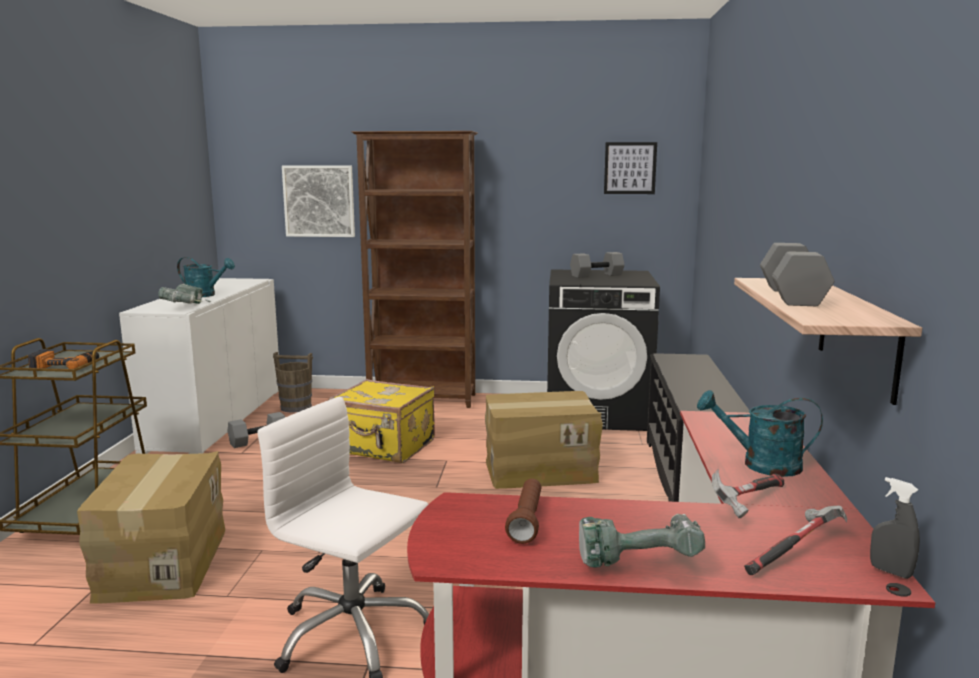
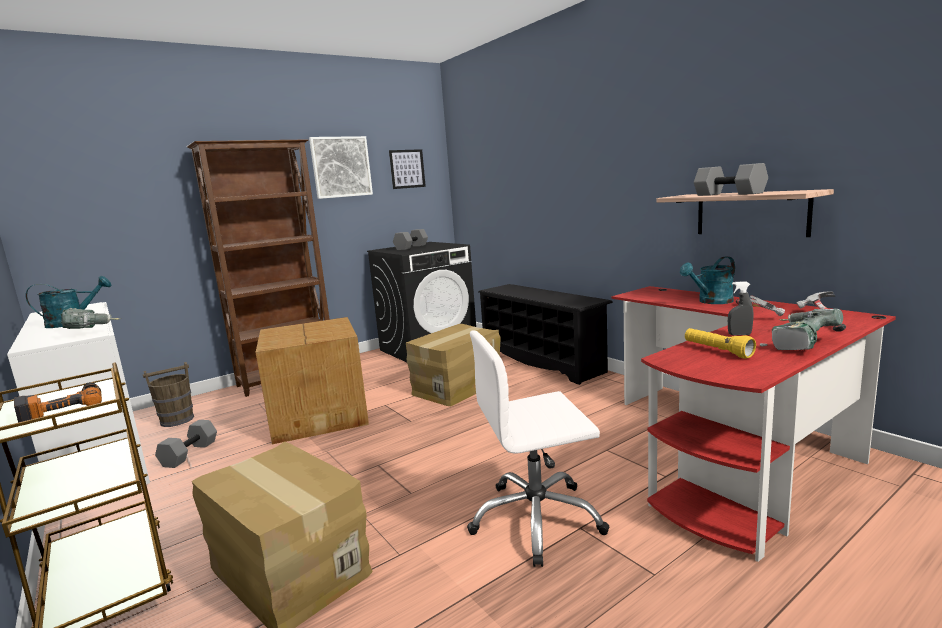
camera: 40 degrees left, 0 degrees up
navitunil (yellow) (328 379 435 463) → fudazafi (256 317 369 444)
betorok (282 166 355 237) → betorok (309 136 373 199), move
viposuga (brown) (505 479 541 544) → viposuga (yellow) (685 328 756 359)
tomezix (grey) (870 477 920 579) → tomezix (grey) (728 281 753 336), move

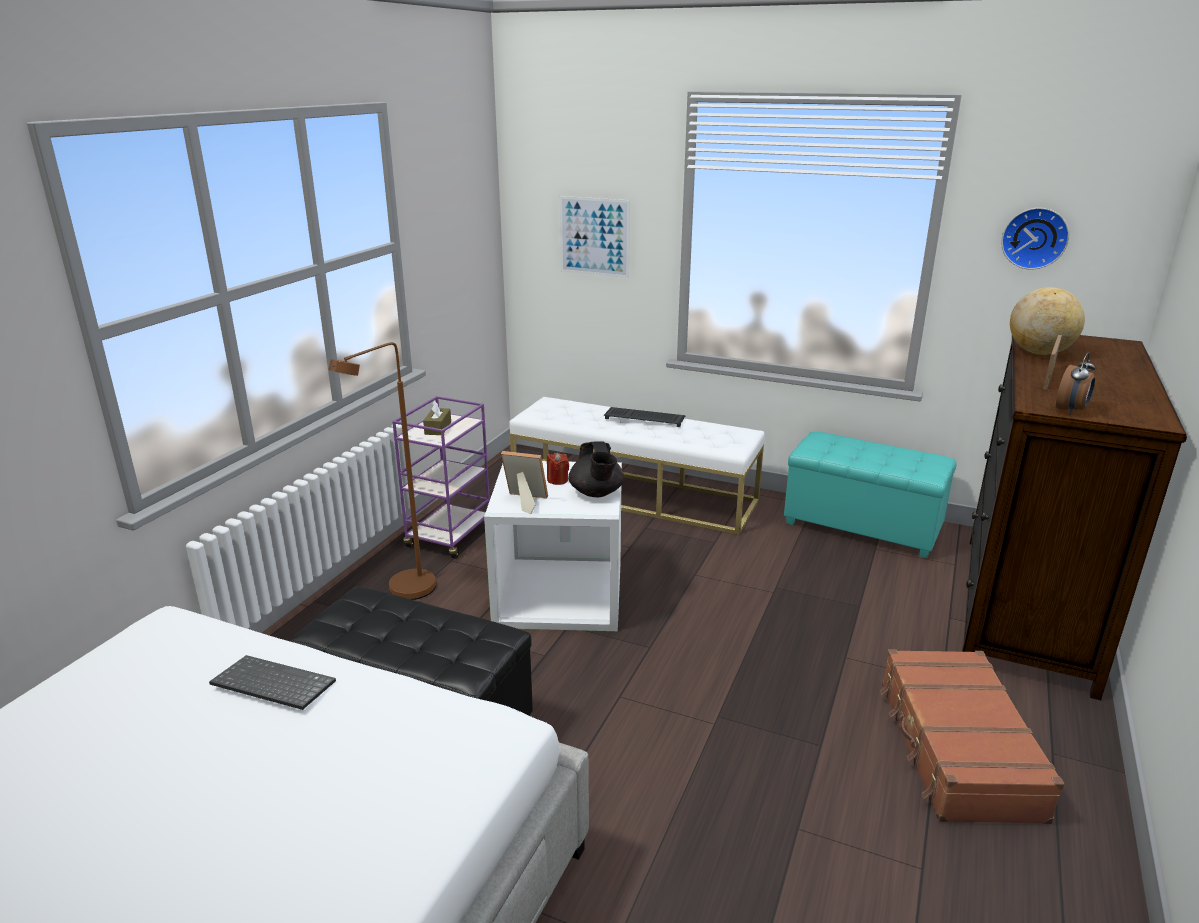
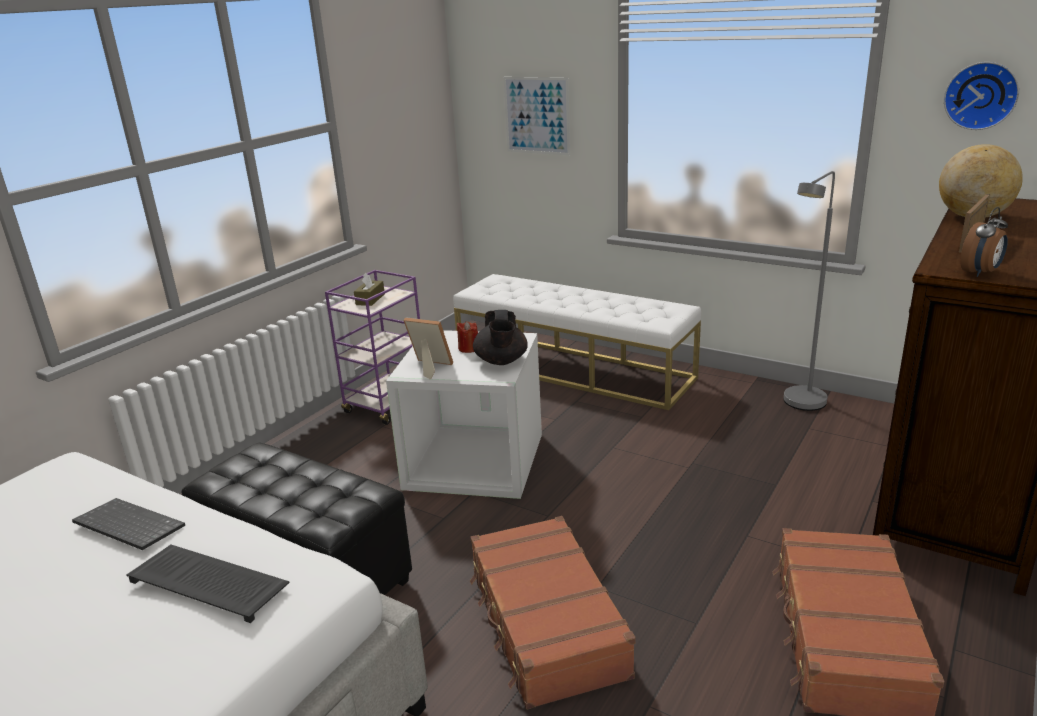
camera: 10 degrees right, 0 degrees up
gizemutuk (604 407 686 427) → gizemutuk (127 545 290 623), move
- → navitunil (brown) (470 516 636 709)
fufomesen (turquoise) (784 432 956 558) → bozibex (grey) (784 171 835 411)
bozibex (brown) (329 342 436 600) → -

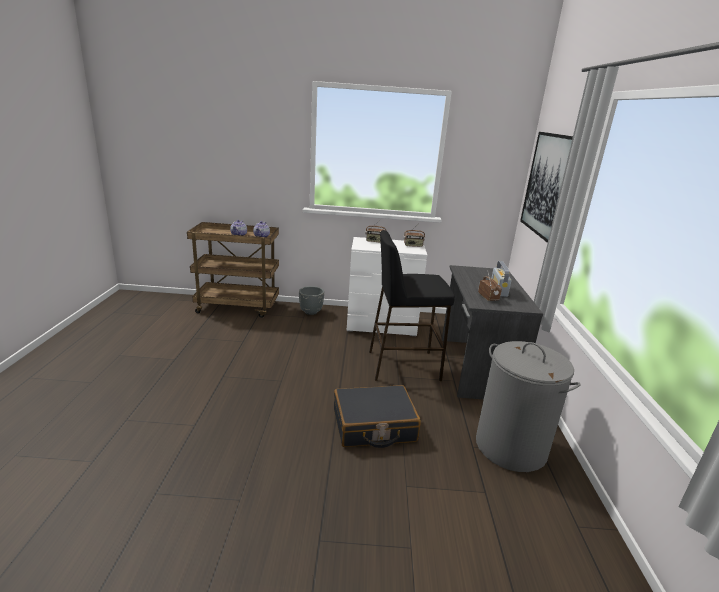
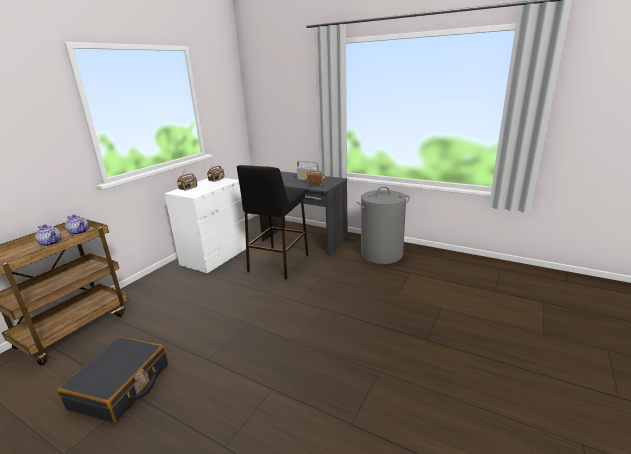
camera: 60 degrees left, 0 degrees up
navitunil (black) (334 385 421 448) → navitunil (black) (57 337 168 423), move
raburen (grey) (299 286 324 315) → -
betorok (520 132 573 243) → -

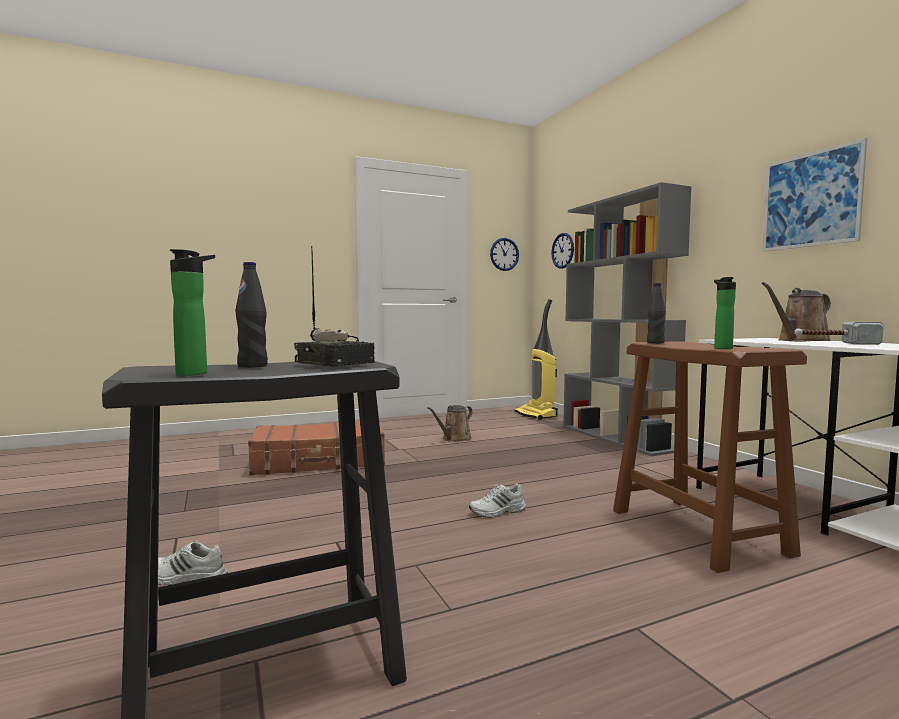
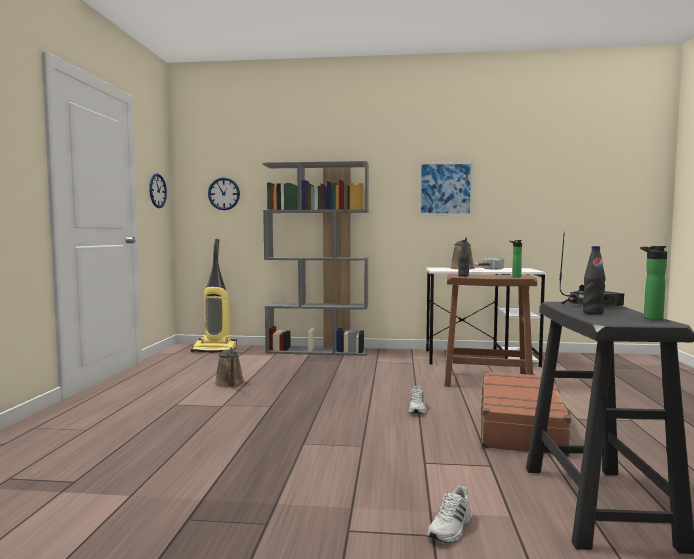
camera: 60 degrees left, 0 degrees up
navitunil (brown) (248 421 385 476) → navitunil (brown) (481 371 575 457), move

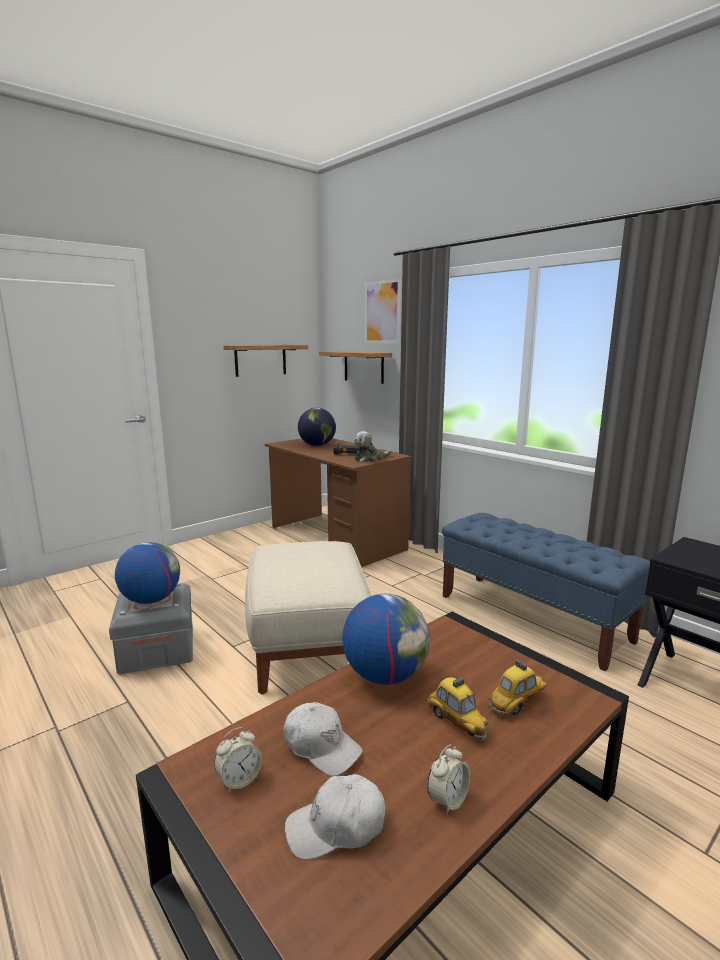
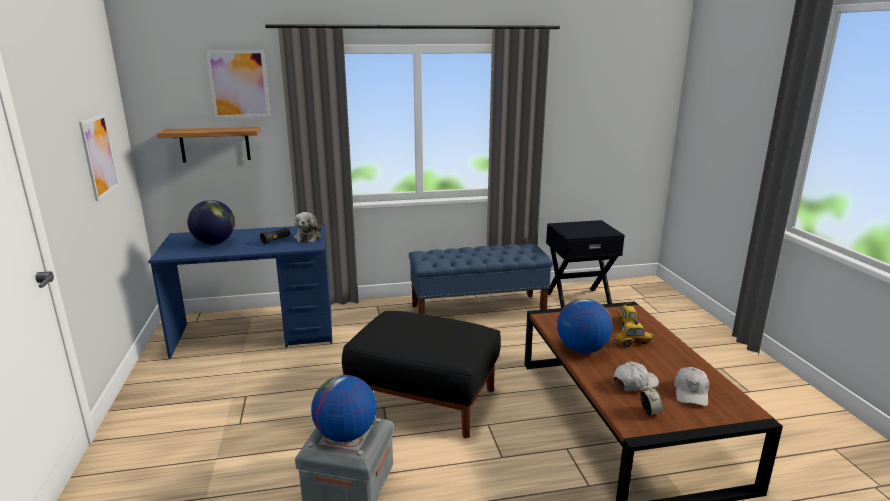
camera: 60 degrees left, 5 degrees up
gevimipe (224 345 308 377) → betorok (79 114 119 201)
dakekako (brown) (265 438 412 567) → dakekako (blue) (148 225 332 359)
fufomesen (beige) (245 541 372 694) → fufomesen (black) (342 311 501 438)
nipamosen (427 744 470 815) → -

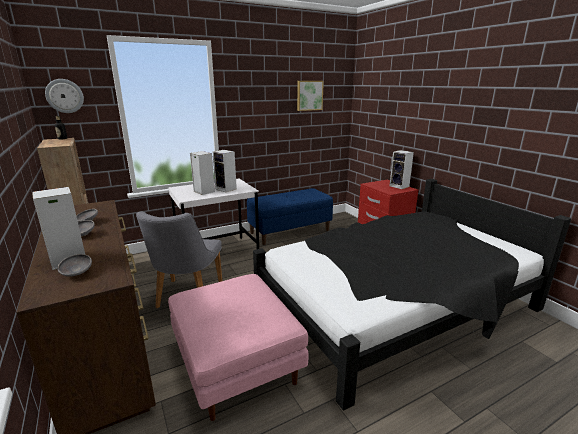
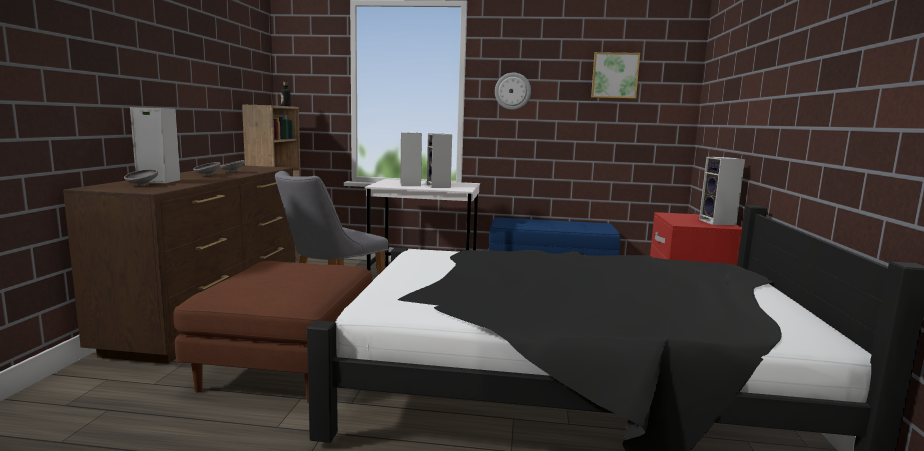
camera: 35 degrees right, 10 degrees down
fufomesen (pink) (168 274 308 421) → fufomesen (brown) (173 261 372 403)
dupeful (45 79 84 113) → dupeful (495 72 531 110), move

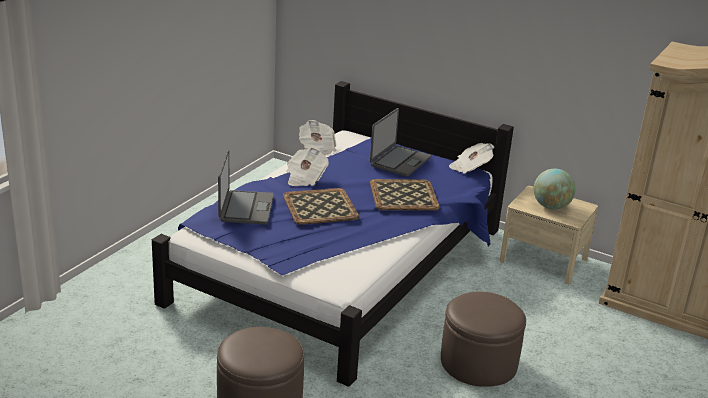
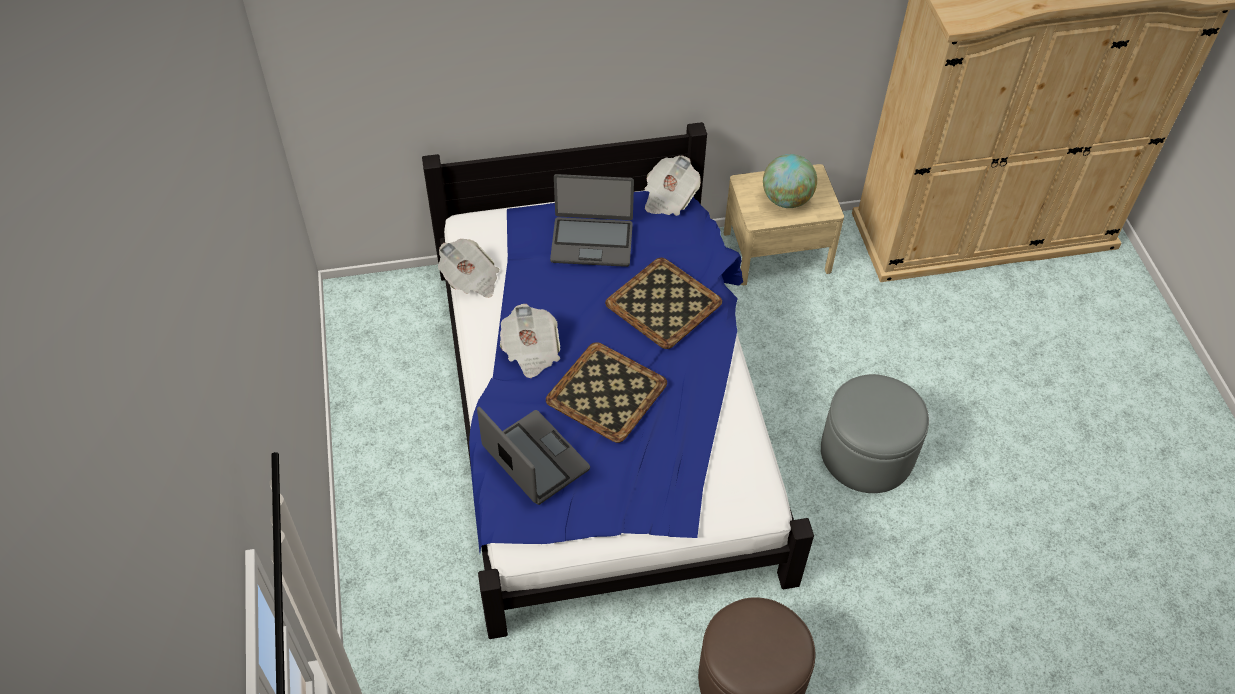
camera: 40 degrees left, 25 degrees up
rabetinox (370 108 431 177) → rabetinox (550 174 634 267), 105 degrees clockwise
fufomesen (brown) (441 292 526 387) → fufomesen (grey) (821 374 929 493)

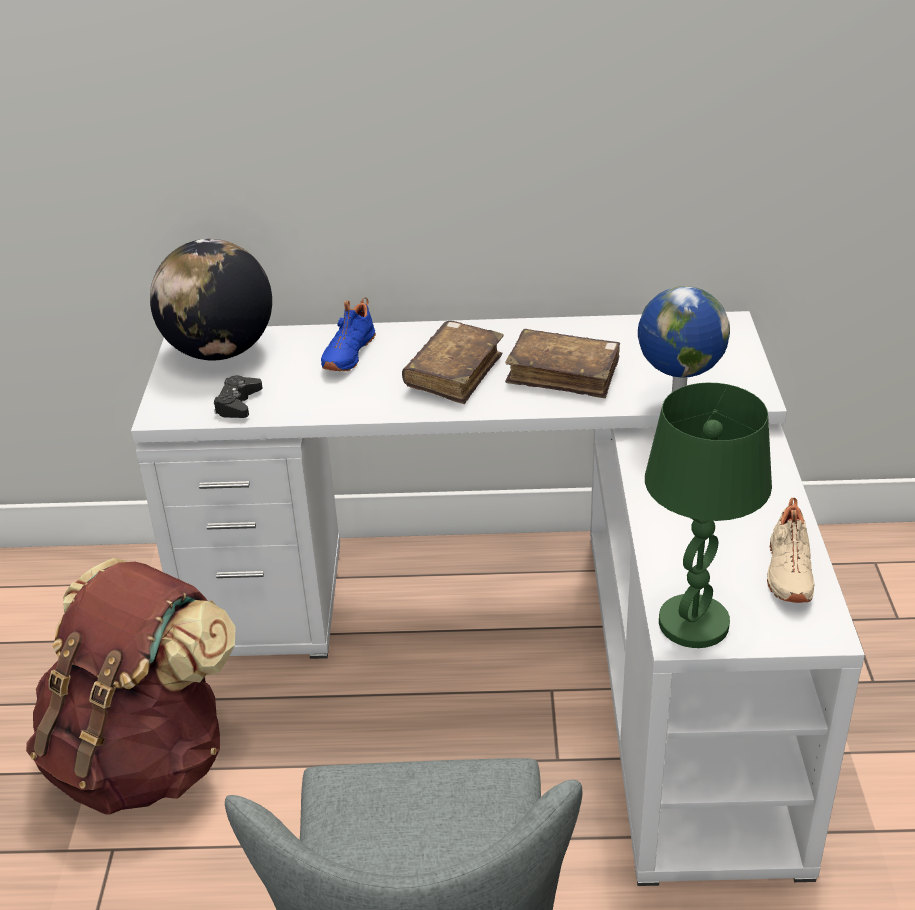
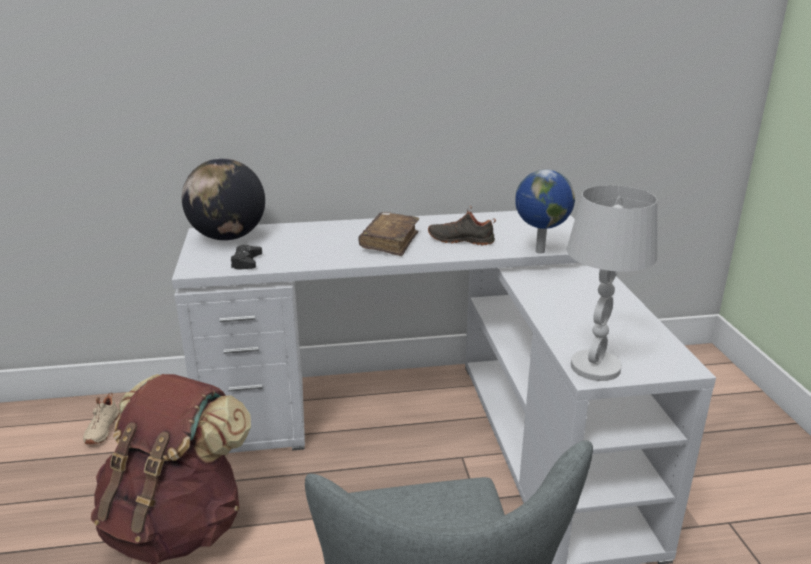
camera: 10 degrees left, 10 degrees down
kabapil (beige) (767 498 814 603) → kabapil (beige) (83 392 120 444), move
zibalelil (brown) (505 329 620 398) → kabapil (black) (428 206 496 246)
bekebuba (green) (645 383 772 648) → bekebuba (white) (567 185 657 381)
kabapil (blue) (321 298 376 371) → -

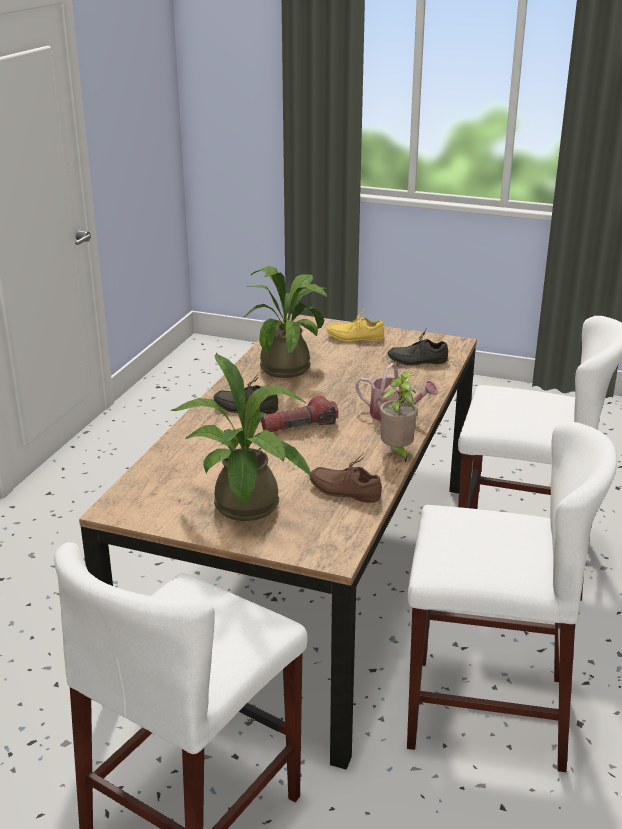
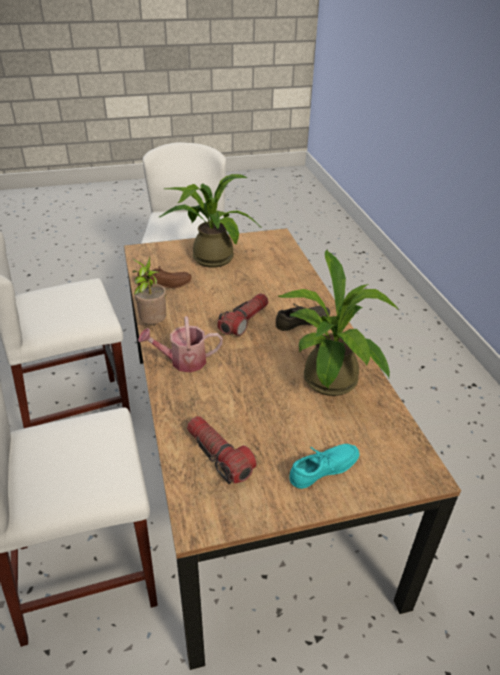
camera: 145 degrees right, 10 degrees up
kabapil (grey) (388 328 448 366) → viposuga (187 416 256 484)
kabapil (yellow) (327 307 384 342) → kabapil (turquoise) (289 444 359 489)

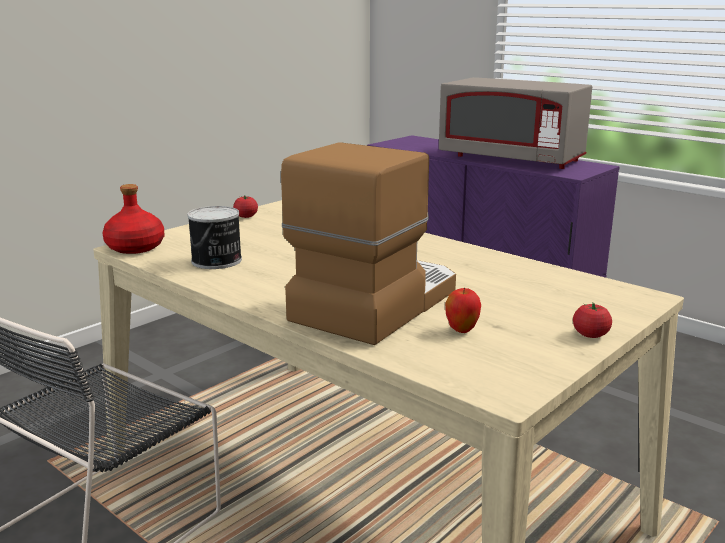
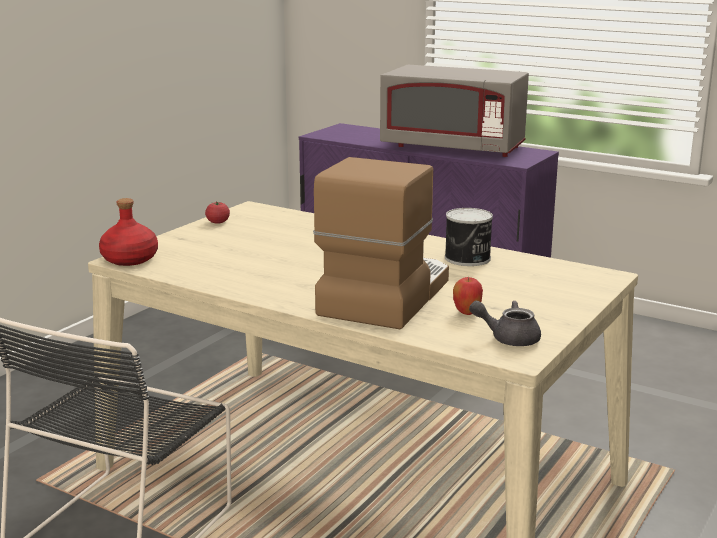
camera: 10 degrees left, 0 degrees up
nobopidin (187 206 242 269) → nobopidin (445 208 493 266), move
- → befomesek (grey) (469 301 541 346)
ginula (573 303 612 338) → -

